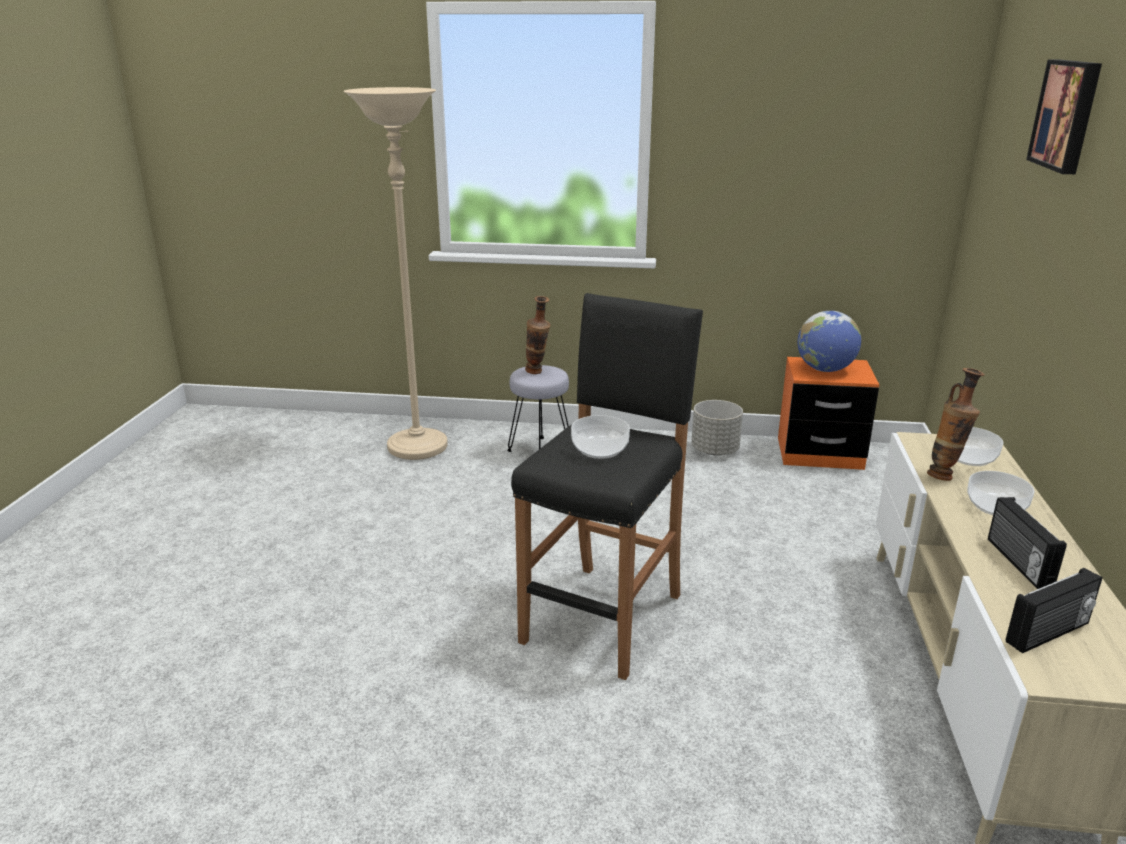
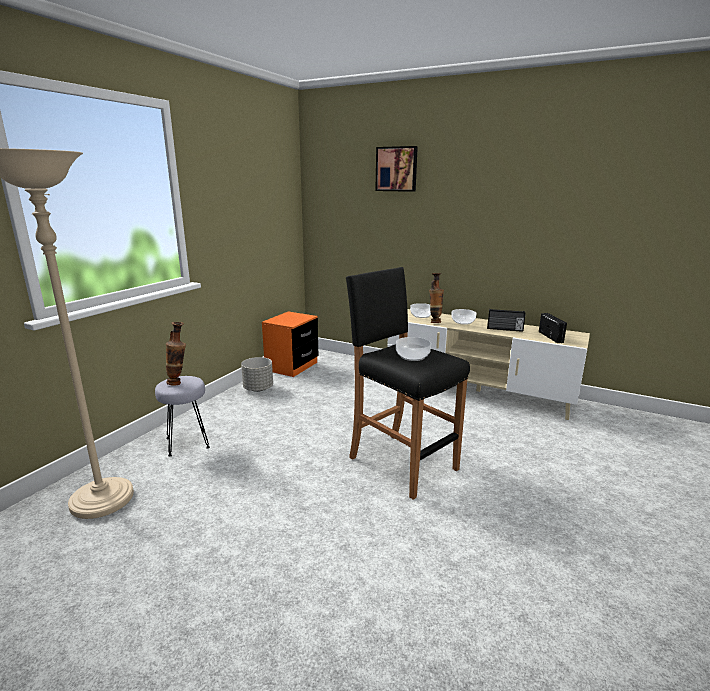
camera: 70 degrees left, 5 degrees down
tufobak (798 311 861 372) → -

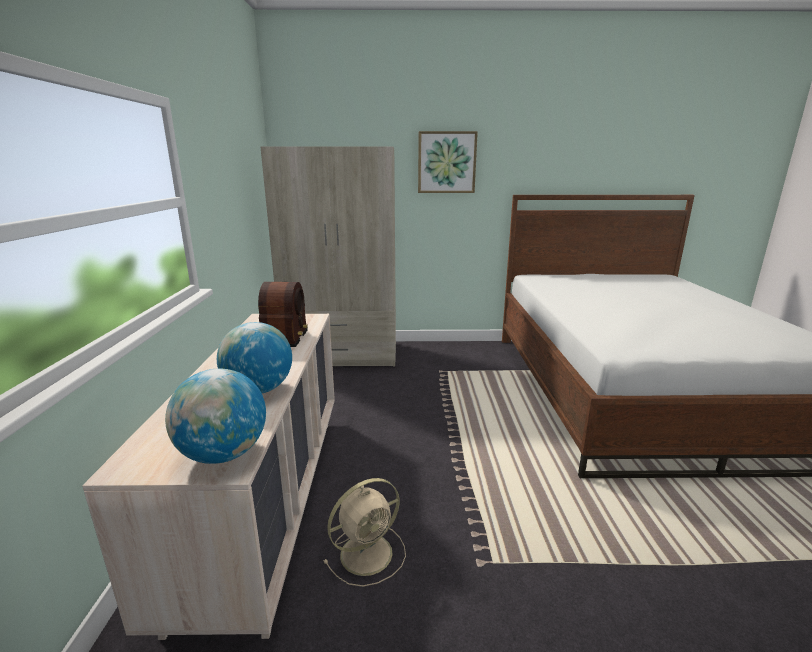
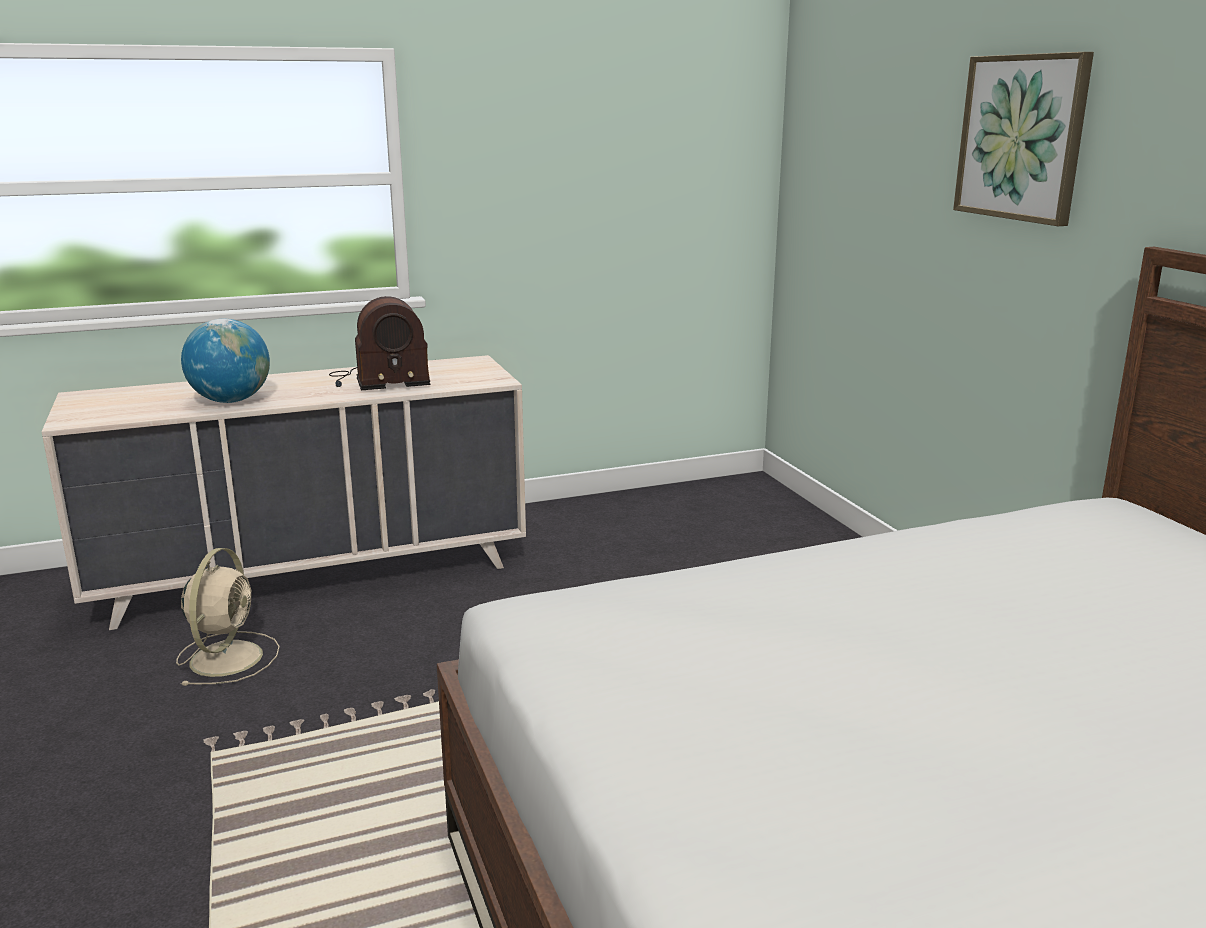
camera: 70 degrees right, 0 degrees up
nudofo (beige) (323 478 406 587) → nudofo (beige) (176 548 280 686), 120 degrees counterclockwise
tufobak (165 369 266 464) → -
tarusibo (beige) (261 146 396 367) → -

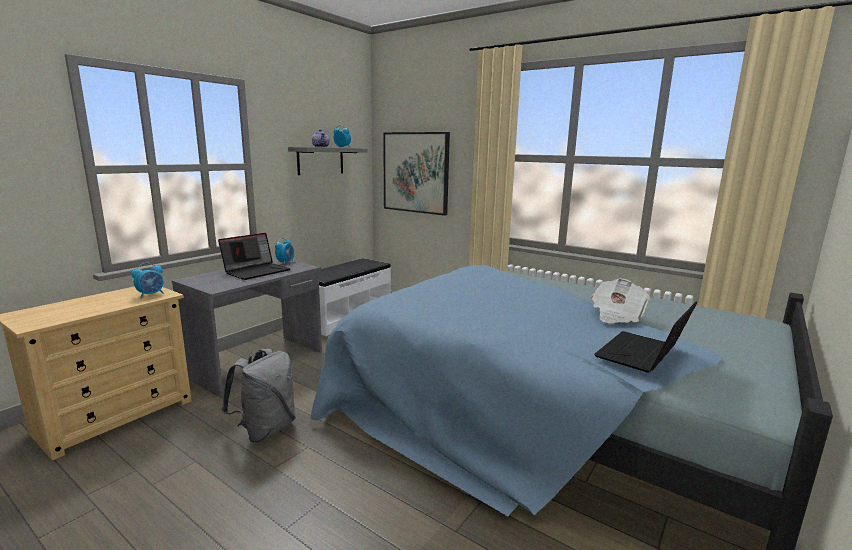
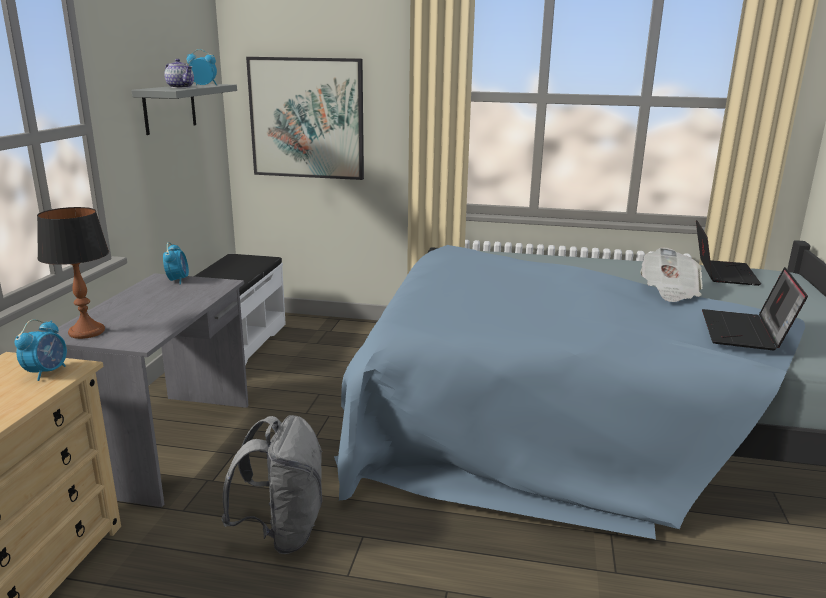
camera: 25 degrees left, 5 degrees up
- → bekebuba (37 207 109 339)
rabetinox (218 233 291 280) → rabetinox (696 220 761 286), move

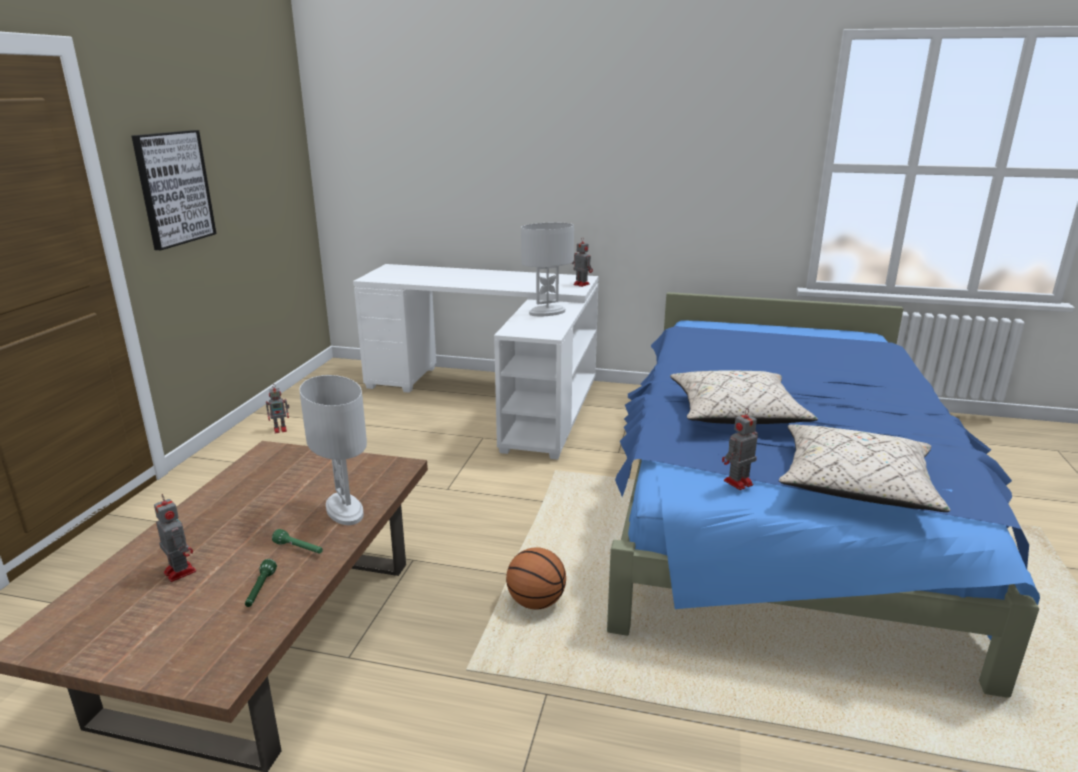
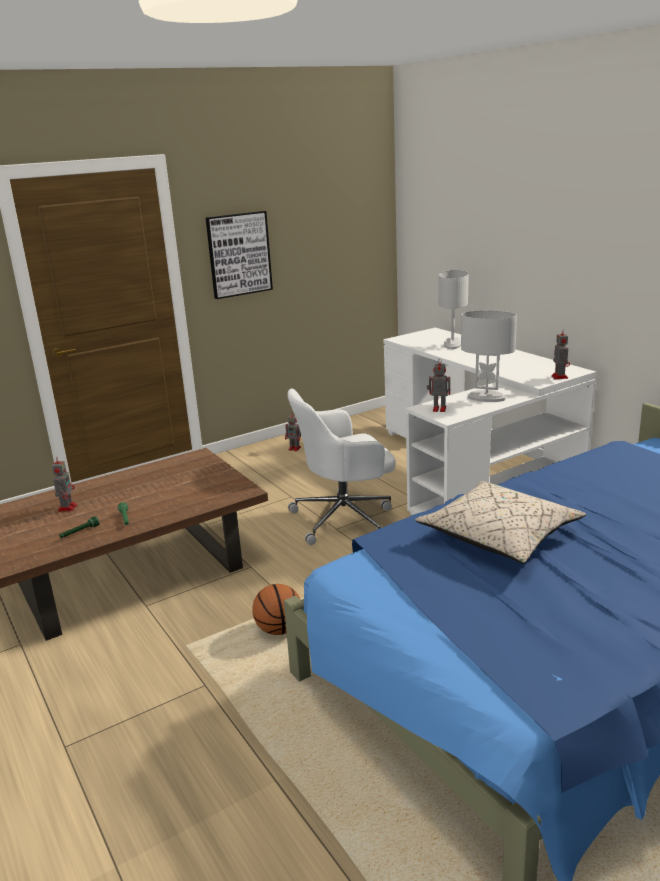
camera: 45 degrees right, 0 degrees up
- → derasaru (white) (288 389 396 545)
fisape (722 408 758 490) → fisape (427 359 450 412), move
bekebuba (white) (299 375 367 525) → bekebuba (white) (439 270 469 349), move
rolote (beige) (779 424 950 512) → -

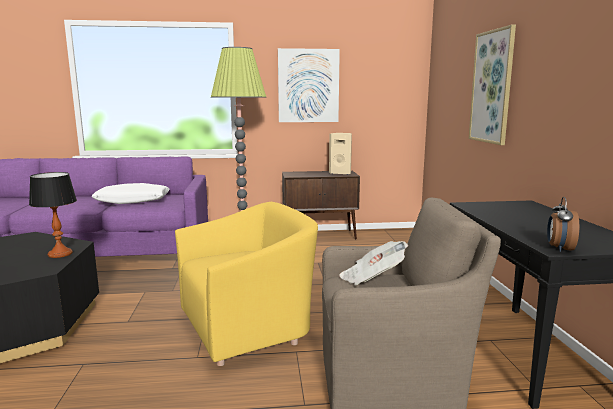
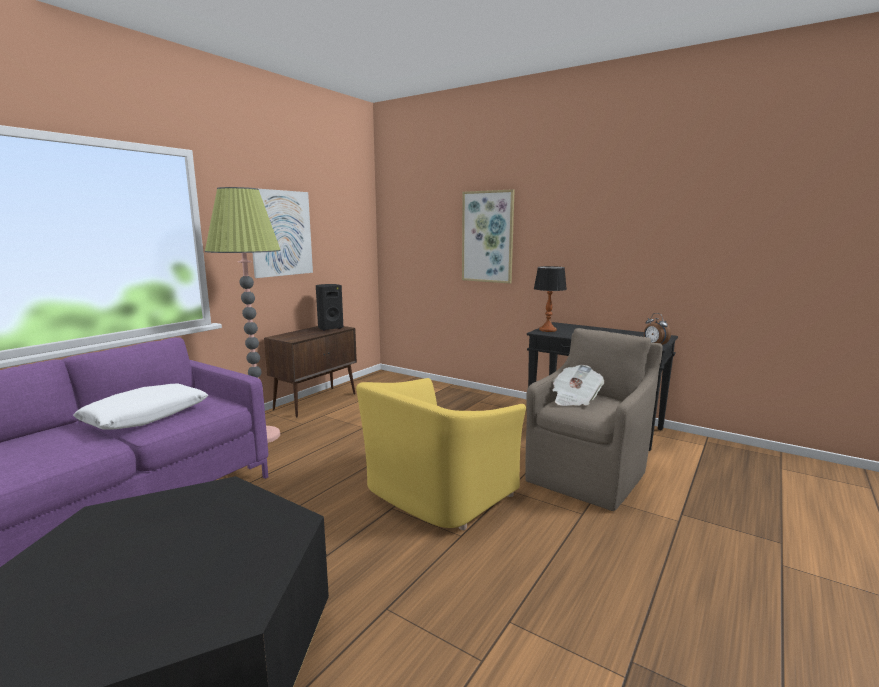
camera: 50 degrees left, 0 degrees up
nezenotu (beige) (329 133 352 175) → nezenotu (black) (316 284 343 331)
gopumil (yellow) (175 202 318 366) → gopumil (yellow) (356 378 526 530), 150 degrees counterclockwise
bekebuba (29 172 77 258) → bekebuba (534 266 567 332), move

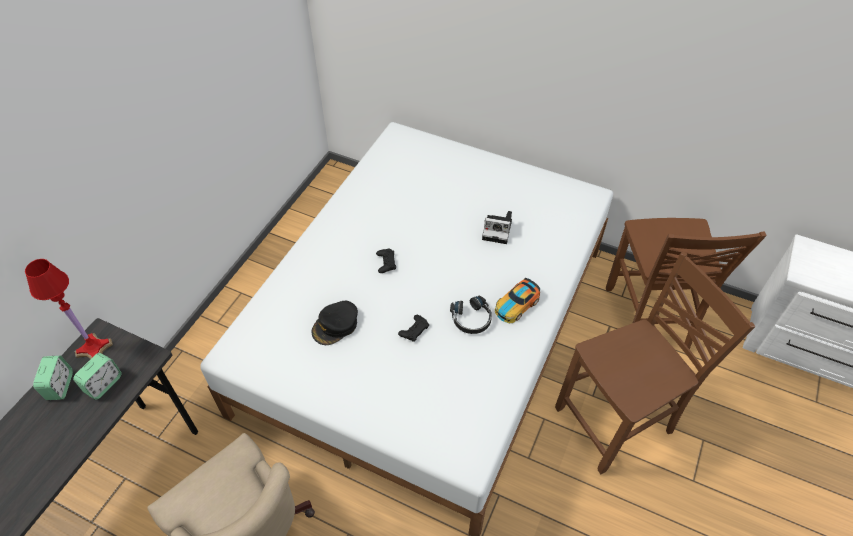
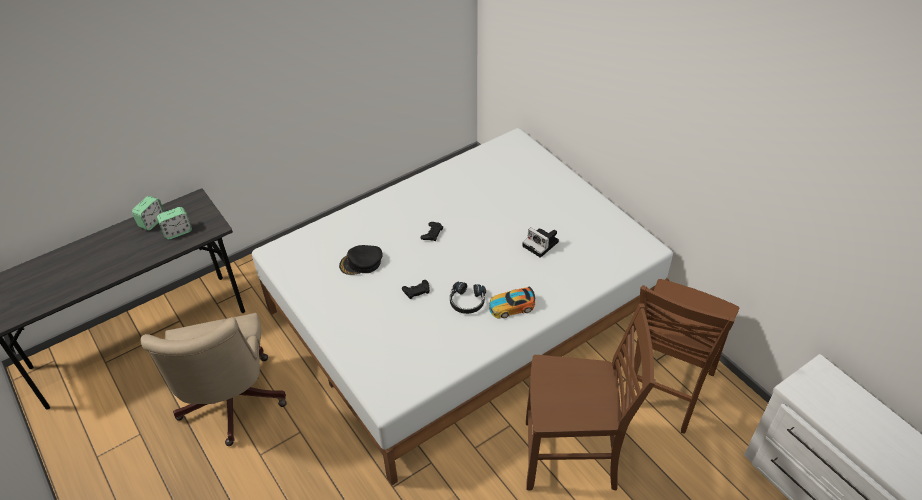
camera: 30 degrees right, 5 degrees down
bekebuba (red) (25 259 113 359) → -

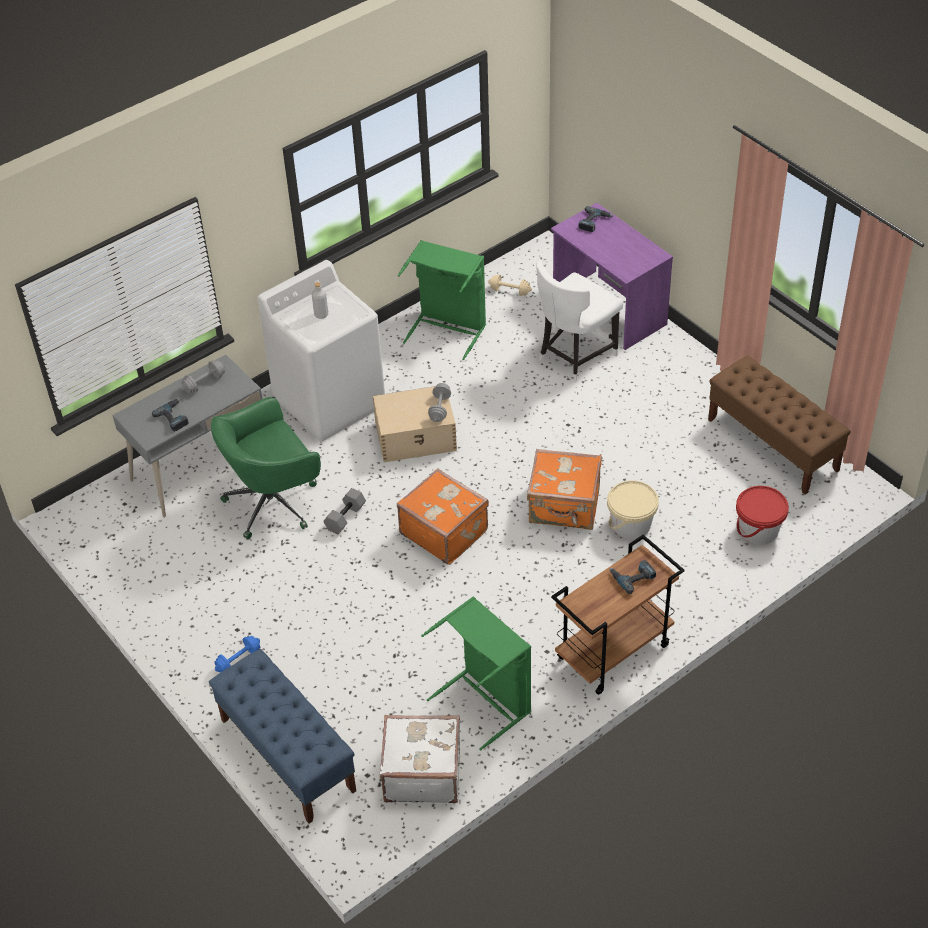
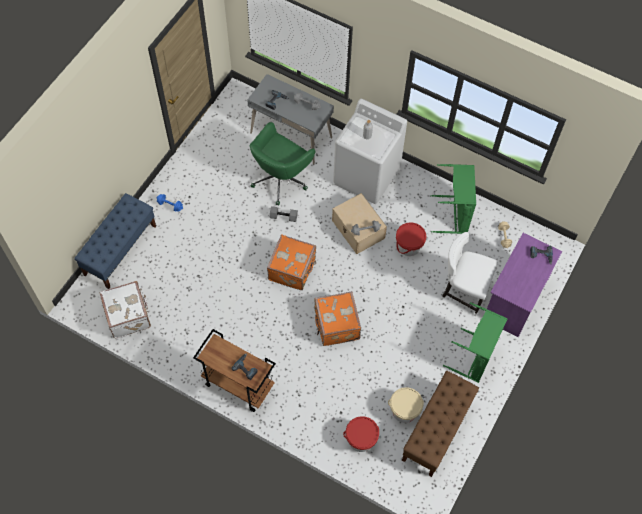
camera: 65 degrees right, 15 degrees up
derasaru (green) (211 397 321 539) → derasaru (green) (250 122 315 206), 90 degrees counterclockwise
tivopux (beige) (607 480 659 539) → tivopux (beige) (388 387 424 423), move
- → tivopux (red) (396 222 426 256)
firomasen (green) (421 596 531 750) → firomasen (green) (443 302 508 383), move

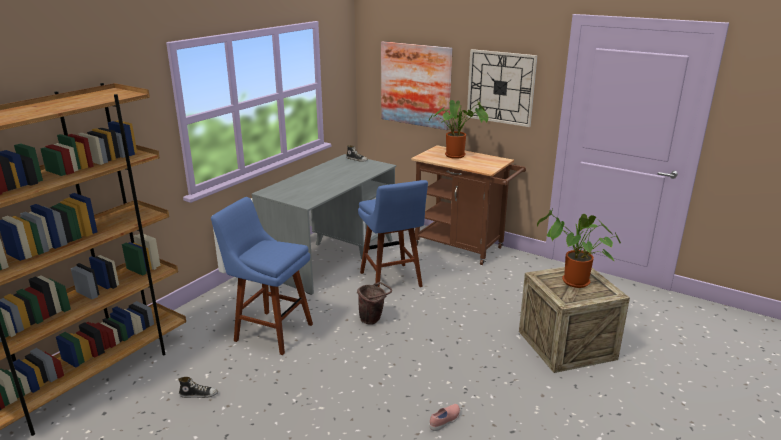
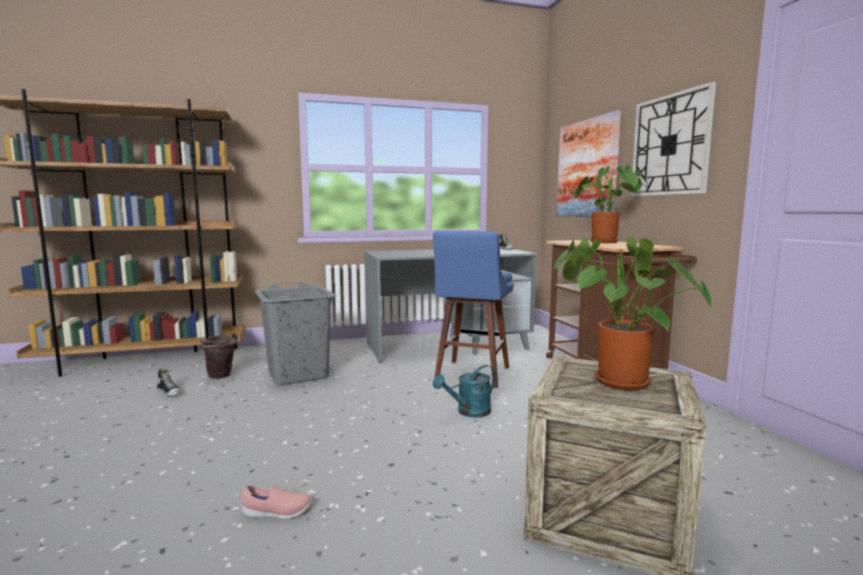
camera: 40 degrees right, 15 degrees down
tivopux (brown) (357 282 392 325) → tivopux (brown) (200 333 238 379), move
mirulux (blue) (211 197 313 355) → firomasen (grey) (255 282 336 385)
- → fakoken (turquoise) (433 365 496 418)

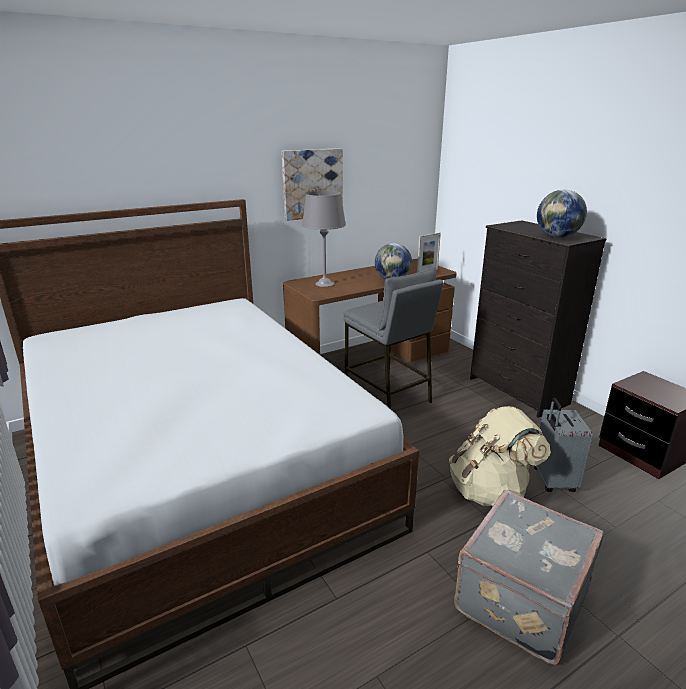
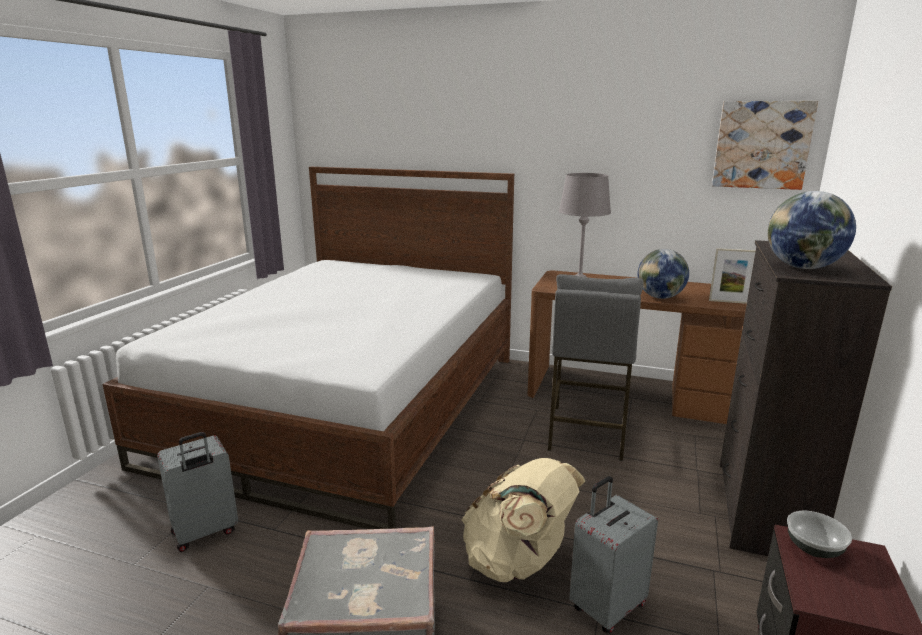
camera: 50 degrees right, 5 degrees down
- → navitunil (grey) (157 432 238 552)
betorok (282 148 343 221) → betorok (712 101 818 190), move
- → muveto (787 511 852 558)

